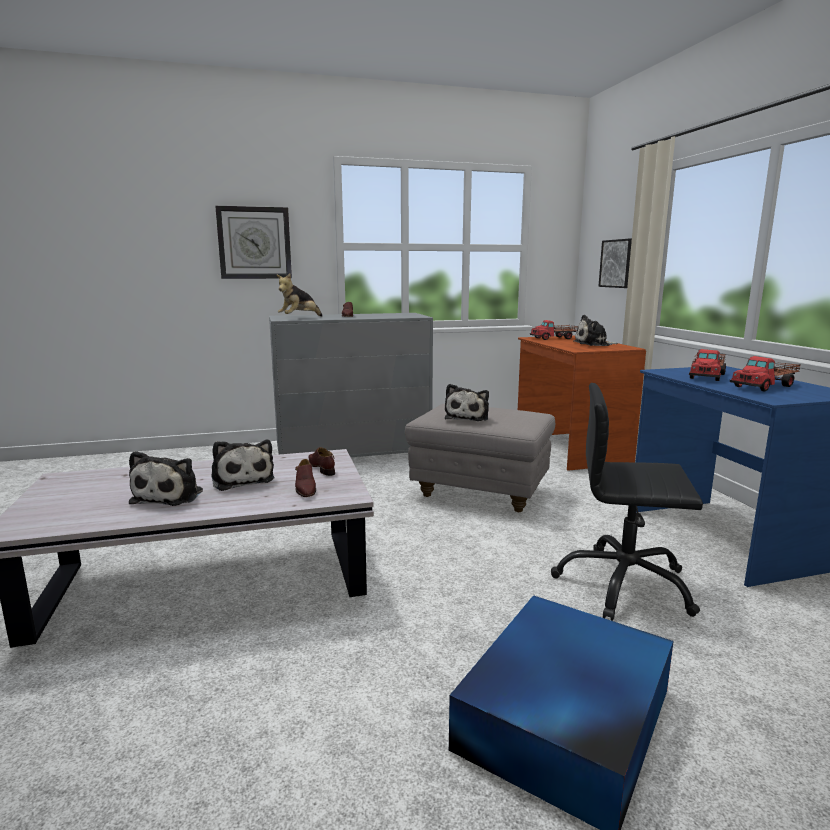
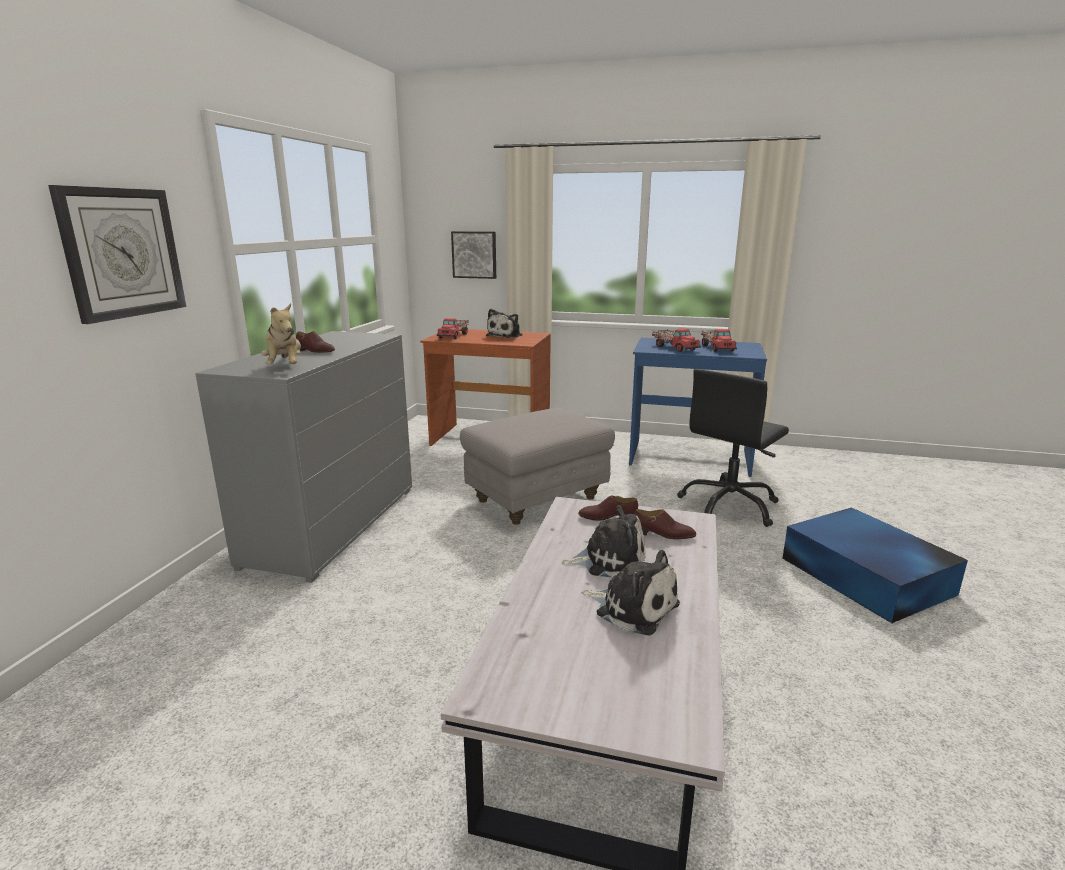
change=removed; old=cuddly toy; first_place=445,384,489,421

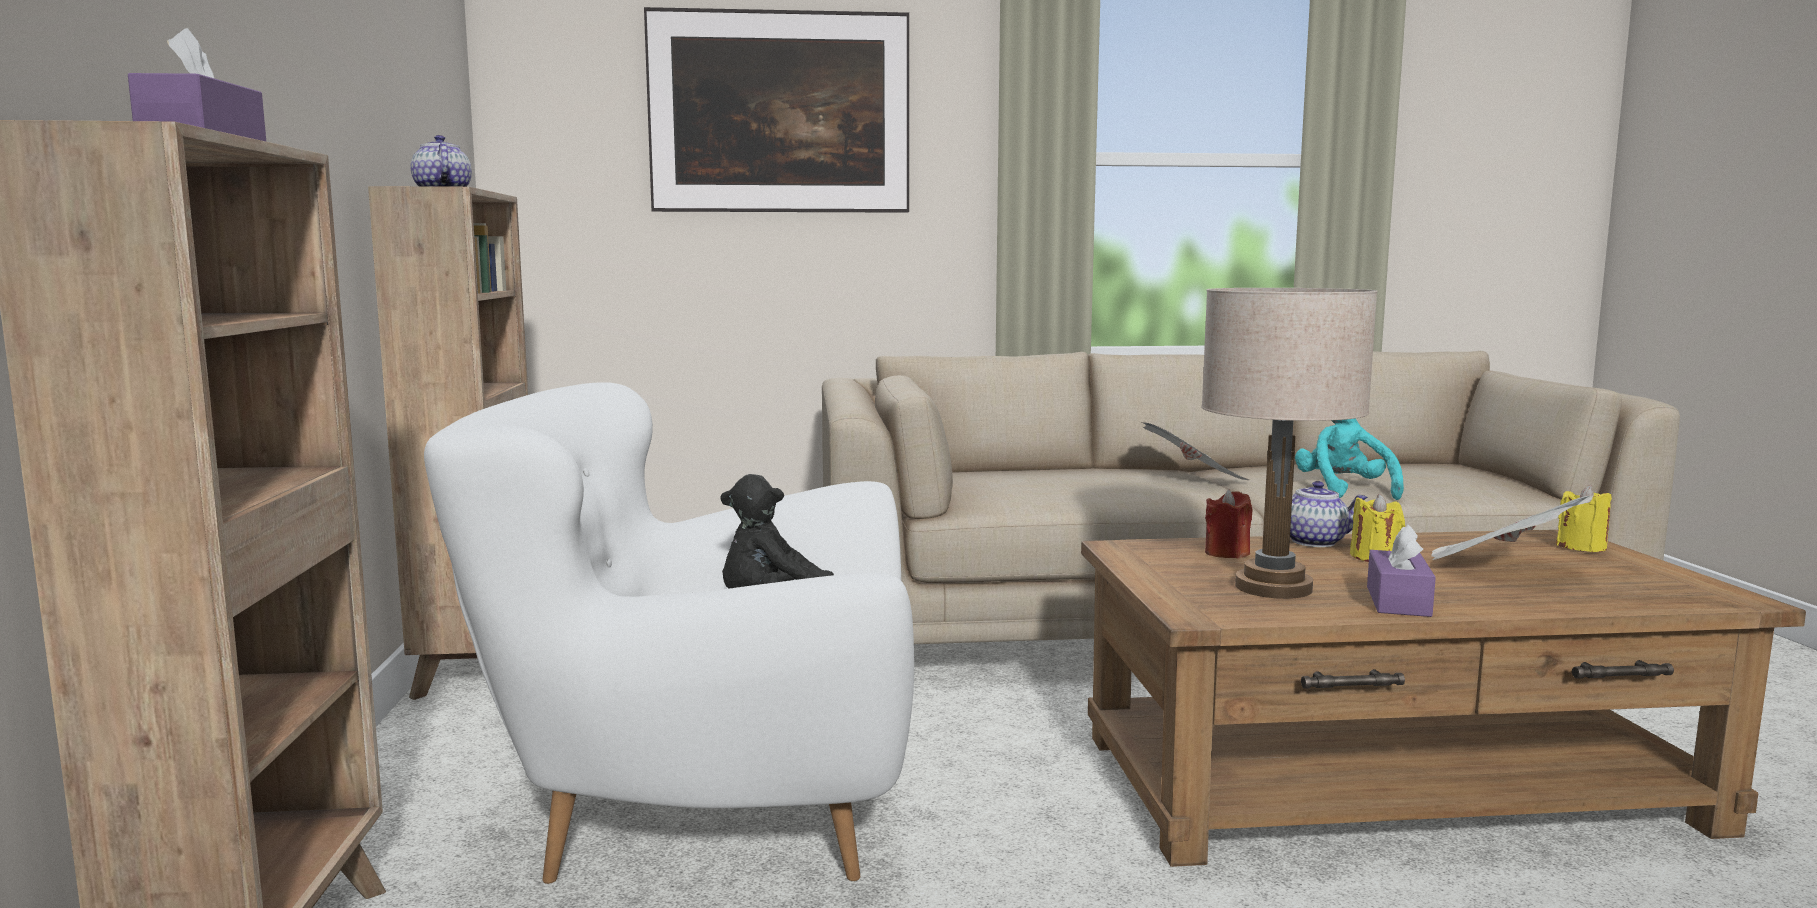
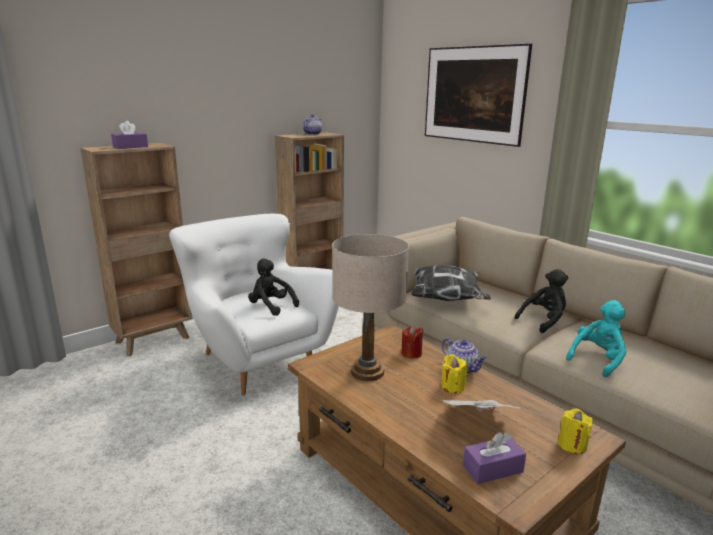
change=replaced; old=printed paper; new=black-coloured cuddly toy; first_place=1142,422,1249,480; second_place=515,269,568,333
change=moved; old=purple tissue box; first_place=1367,525,1436,617; second_place=463,432,526,484
change=added; new=cushion; second_place=410,265,491,301

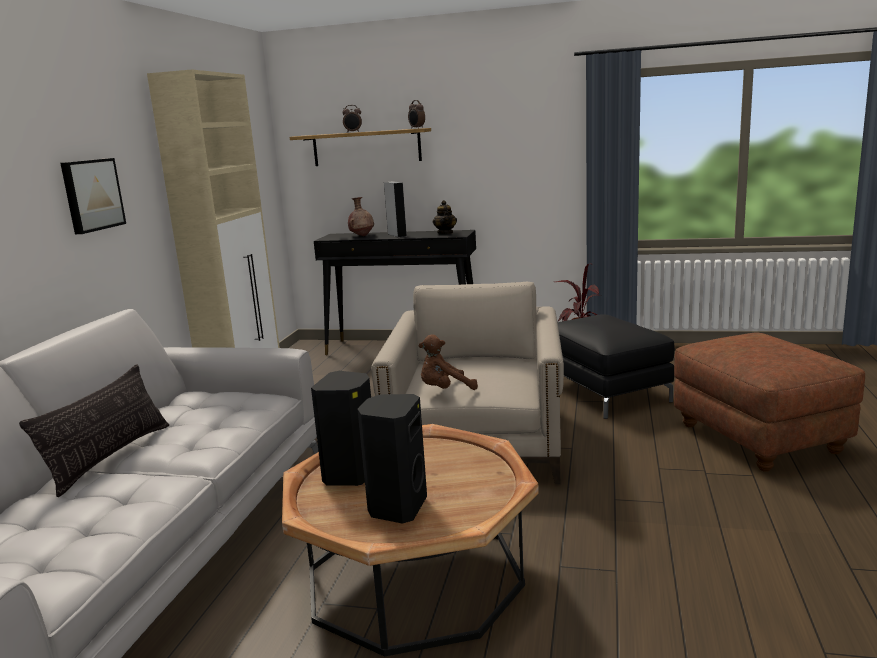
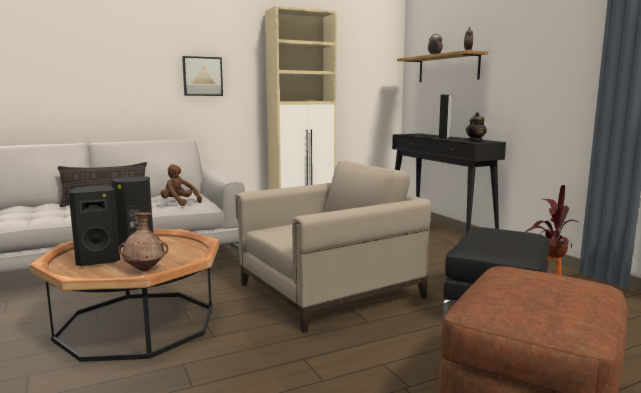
change=moved; old=brown flower vase; first_place=348,197,374,236; second_place=118,212,168,271
change=moved; old=brown cuddly toy; first_place=419,334,478,390; second_place=160,164,202,206

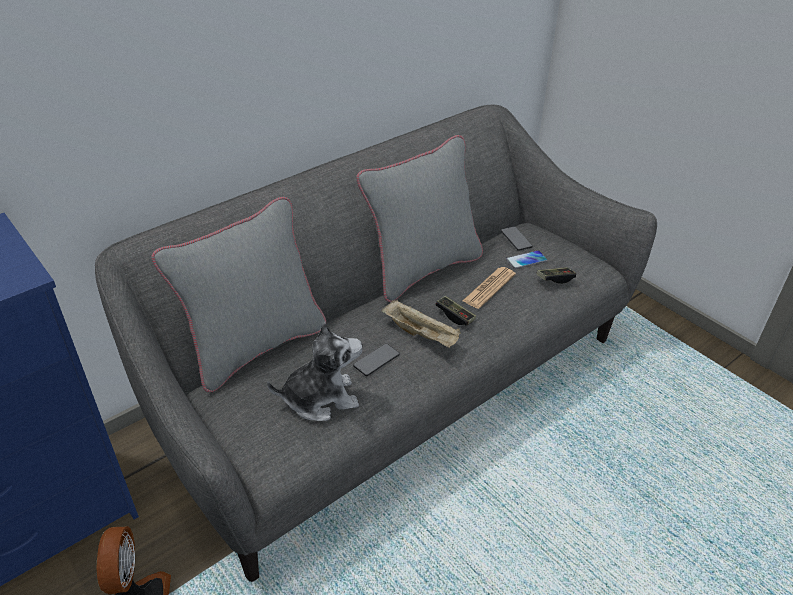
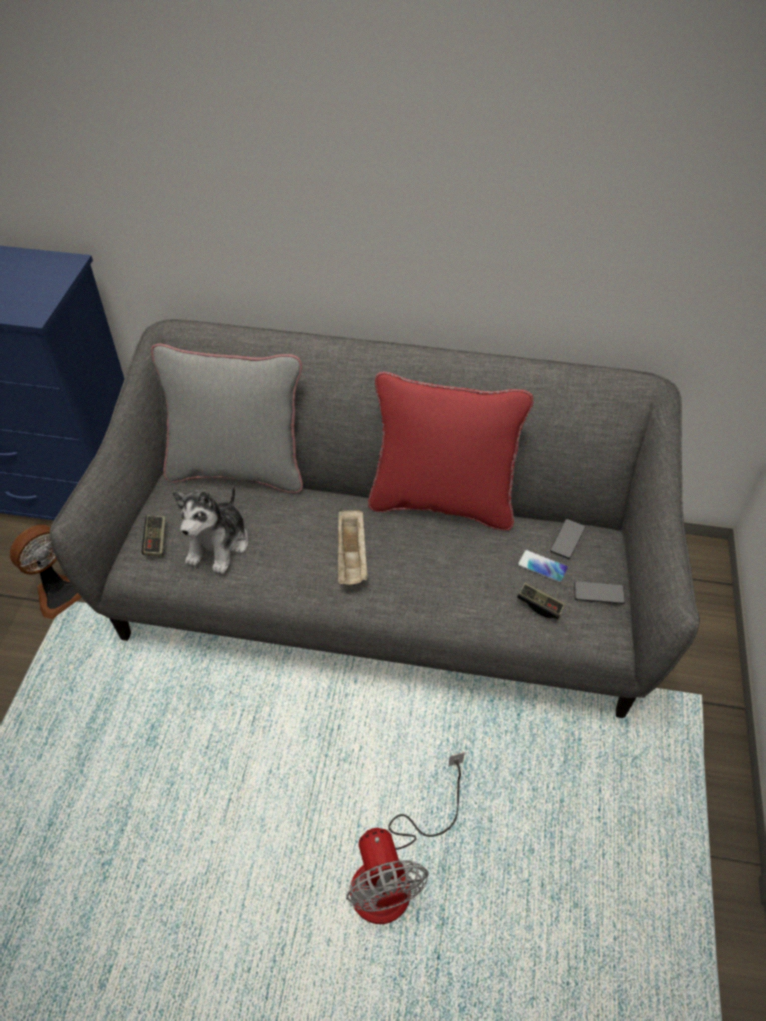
change=turned; old=cuddly toy; first_place=267,321,362,421; second_place=172,486,248,574; degrees=75
change=moved; old=handset; first_place=353,343,400,376; second_place=574,581,625,604
change=recoloured; old=grey cushion; new=red-coloured cushion; first_place=356,135,483,302; second_place=368,371,534,531
change=moved; old=gamepad; first_place=435,296,476,326; second_place=142,515,166,556
change=removed; old=printed paper; first_place=463,267,516,309
change=added; new=electric fan; second_place=346,752,465,924

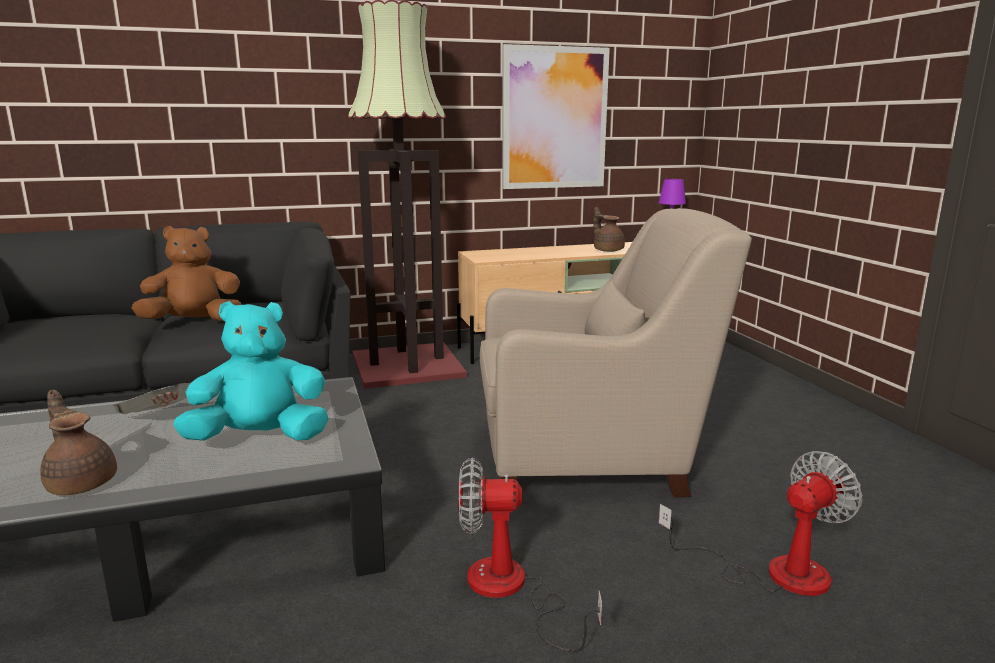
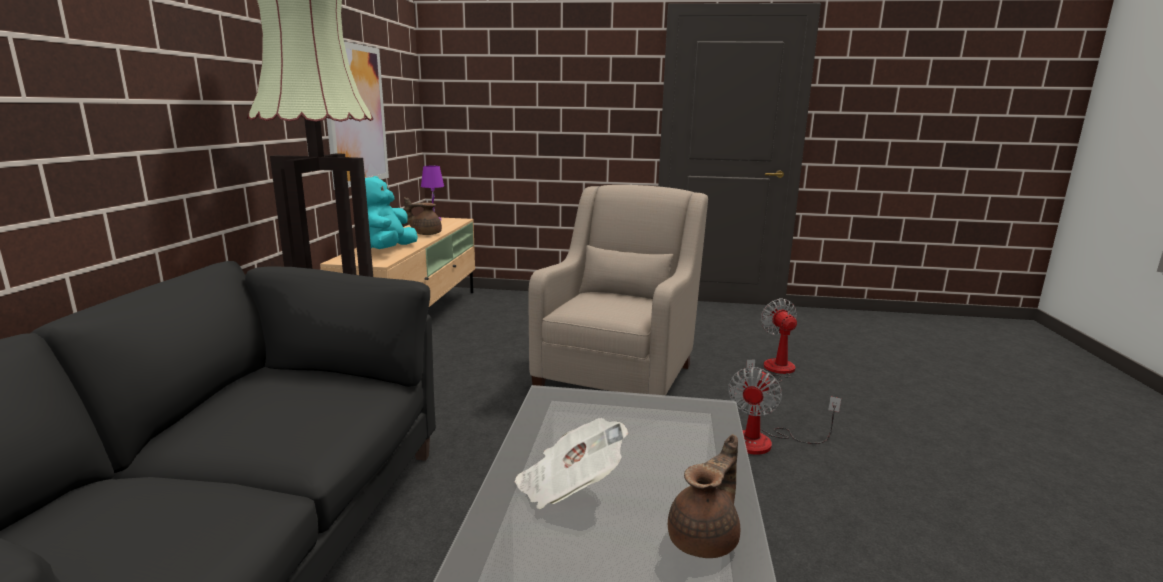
change=turned; old=brown pot for tea; first_place=40,390,117,495; second_place=668,434,741,558; degrees=150
change=removed; old=brown cuddly toy; first_place=132,226,242,321
change=moved; old=turquoise cuddly toy; first_place=173,301,329,441; second_place=365,176,418,249

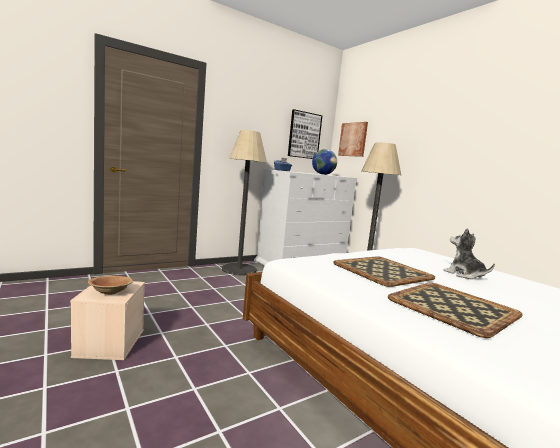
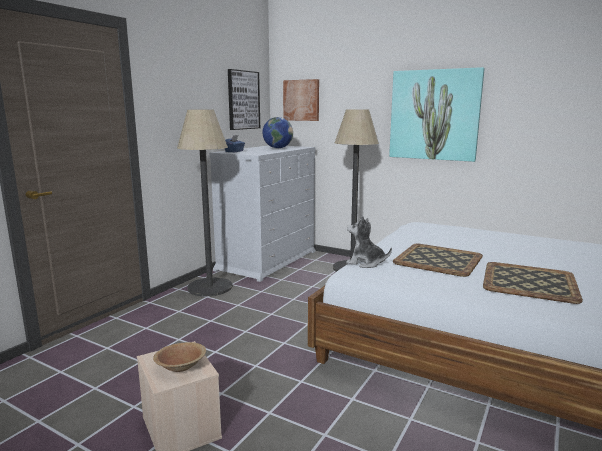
change=moved; old=cuddly toy; first_place=443,228,495,279; second_place=346,216,392,268
change=added; new=wall picture; second_place=389,67,485,162

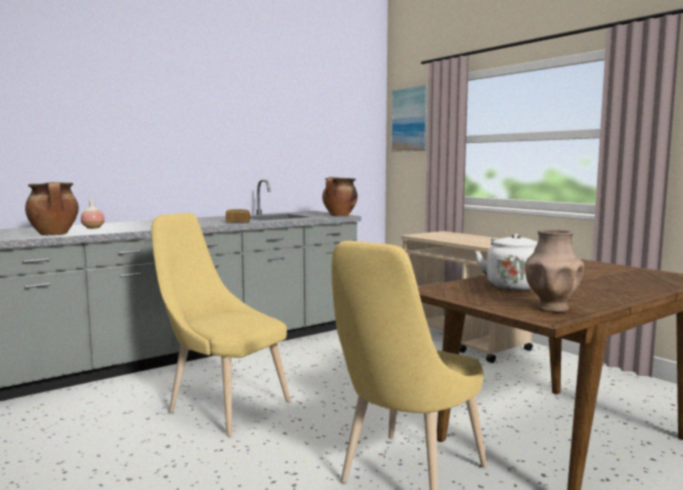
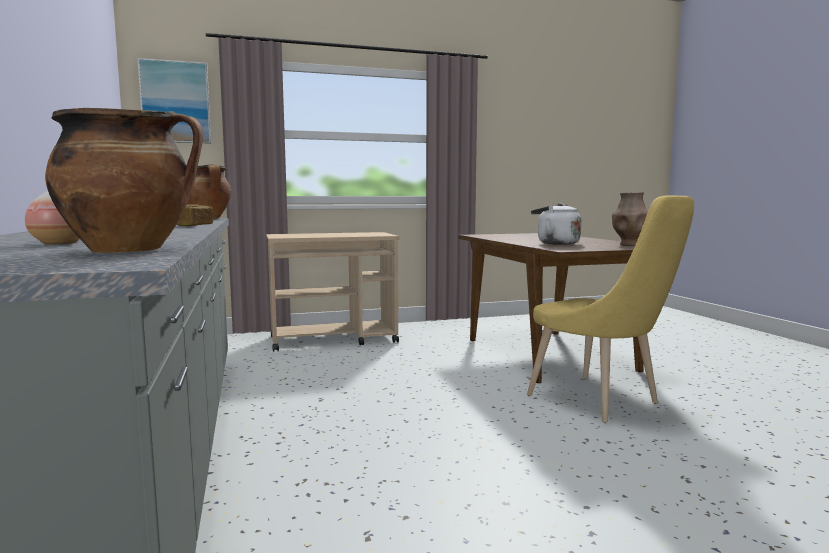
change=removed; old=yellow chair; first_place=151,213,291,436

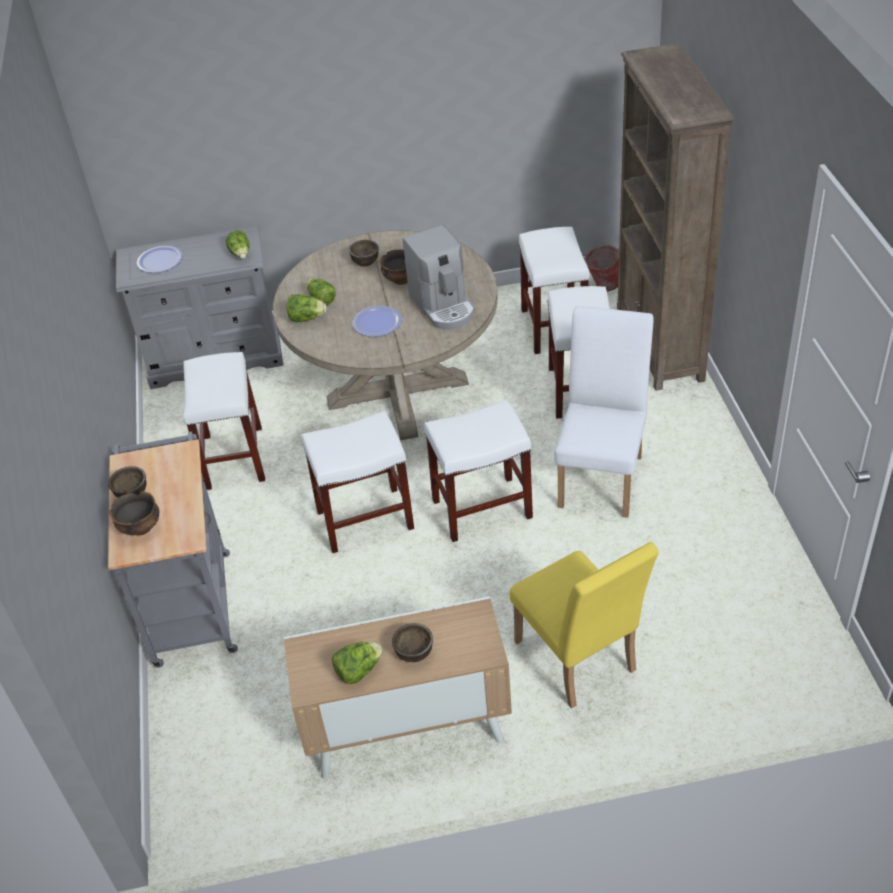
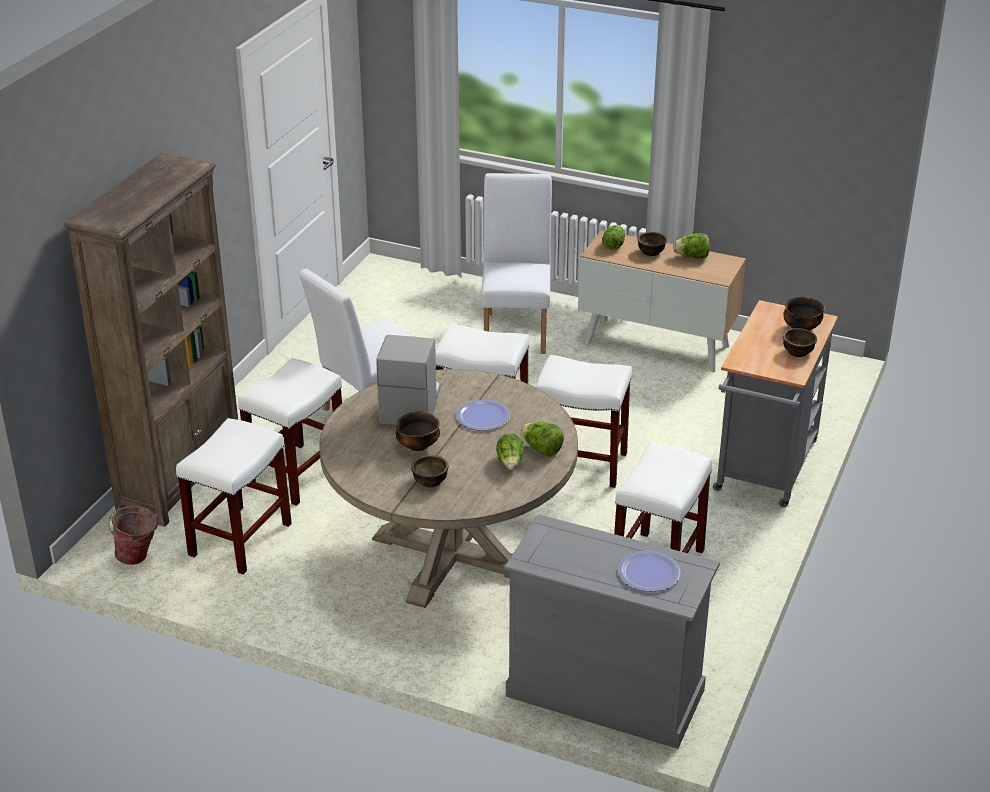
change=moved; old=head of lettuce; first_place=226,230,249,259; second_place=602,225,625,250
change=recoloured; old=yellow chair; new=white-coloured chair; first_place=510,542,659,708; second_place=481,173,552,354

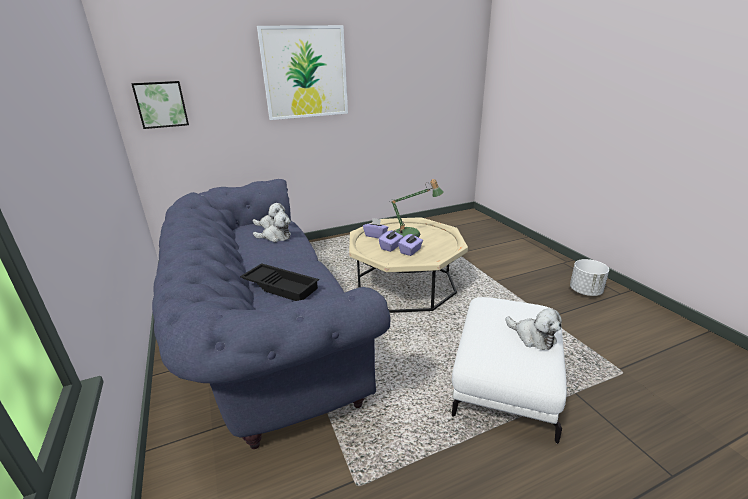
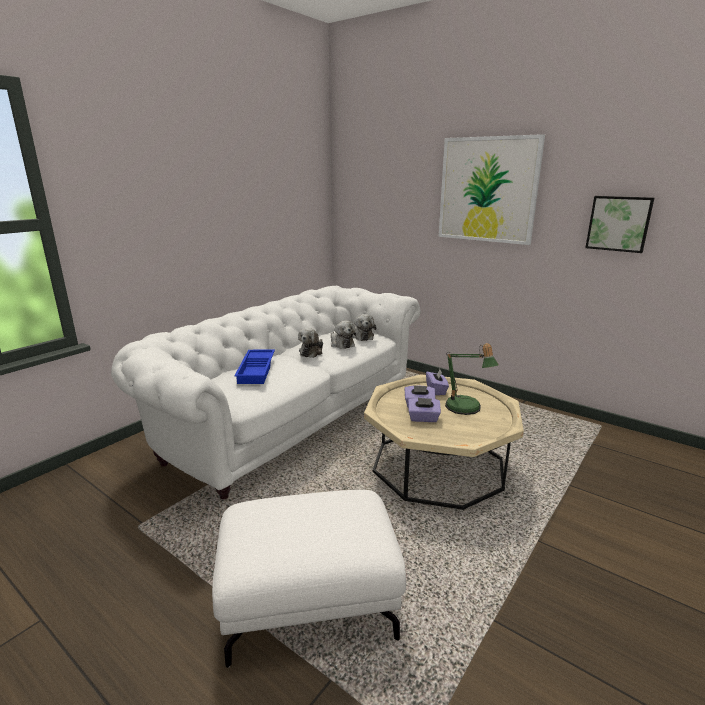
change=moved; old=wall picture; first_place=131,81,189,129; second_place=585,196,654,253
change=recoloured; old=bluish sofa; new=white-coloured sofa; first_place=152,179,391,449; second_place=111,286,420,500
change=recoloured; old=black-coloured carrying tray; new=bluish carrying tray; first_place=240,263,319,301; second_place=234,350,275,384
change=moved; old=cuddly toy; first_place=506,308,562,350; second_place=298,328,323,358
change=removed; old=white-coloured plant pot; first_place=570,259,609,296

